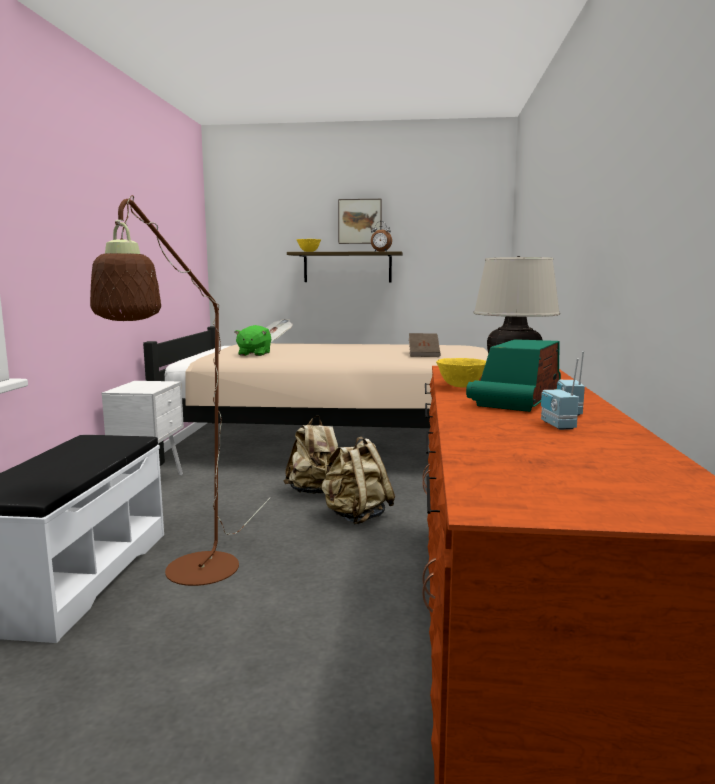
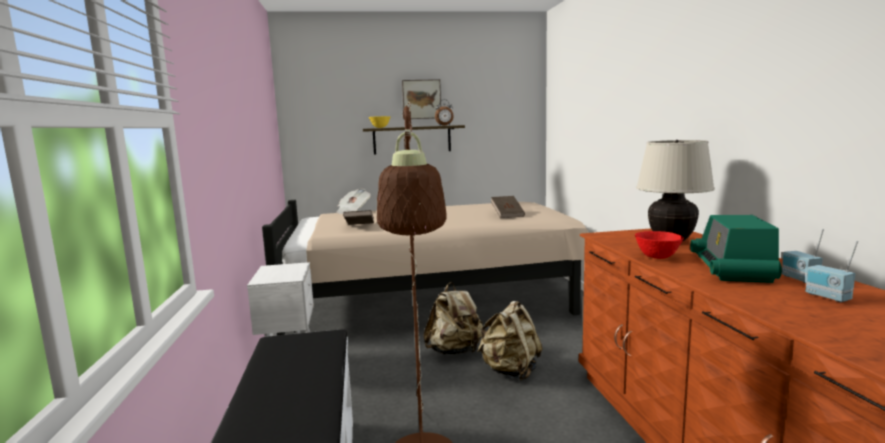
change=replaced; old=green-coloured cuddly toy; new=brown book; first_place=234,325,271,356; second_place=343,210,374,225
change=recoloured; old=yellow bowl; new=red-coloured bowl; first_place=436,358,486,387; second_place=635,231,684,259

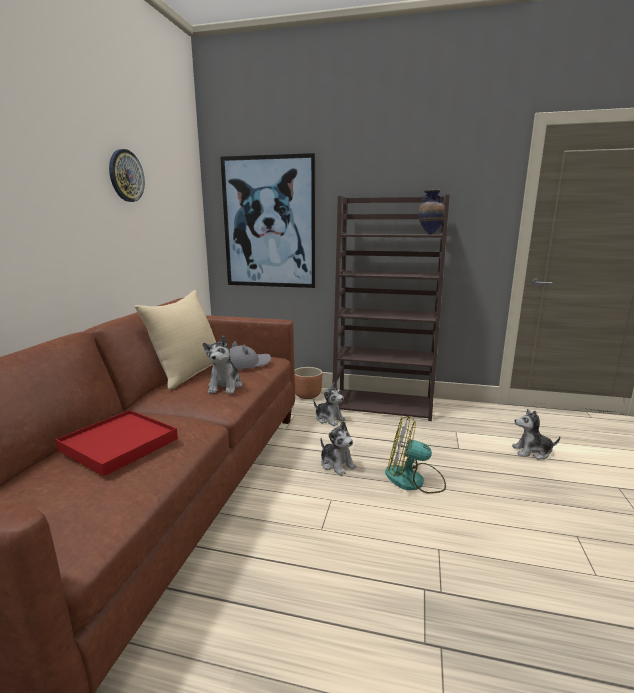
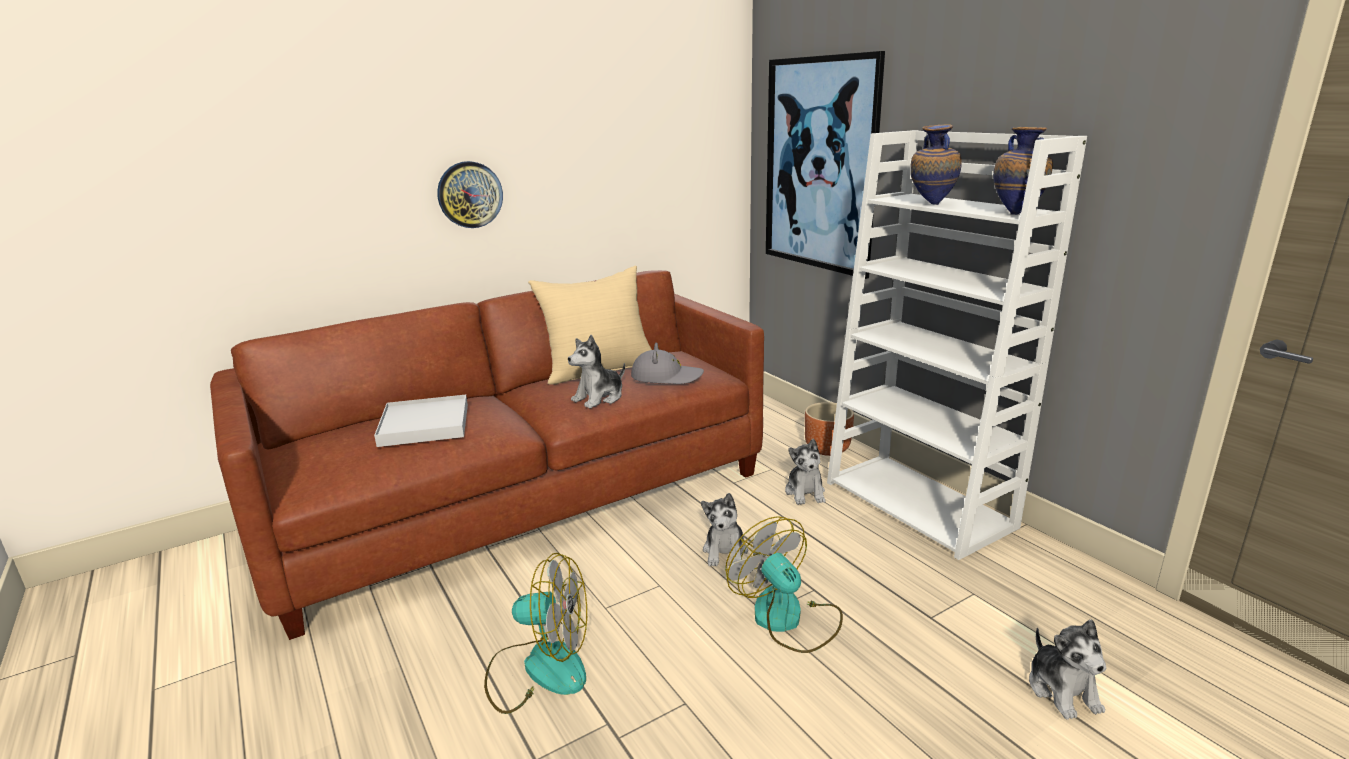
change=recoloured; old=red-coloured carrying tray; new=white-coloured carrying tray; first_place=55,410,178,476; second_place=374,395,468,447
change=moved; old=wall clock; first_place=109,149,145,202; second_place=437,161,503,228
change=recoloured; old=brown shelving unit; new=white-coloured shelving unit; first_place=332,194,450,421; second_place=827,130,1087,560
change=turned; old=cuddly toy; first_place=512,409,560,459; second_place=1029,619,1106,720; degrees=-150
change=added; new=electric fan; second_place=484,553,587,714
change=added; new=flower vase; second_place=910,124,962,205

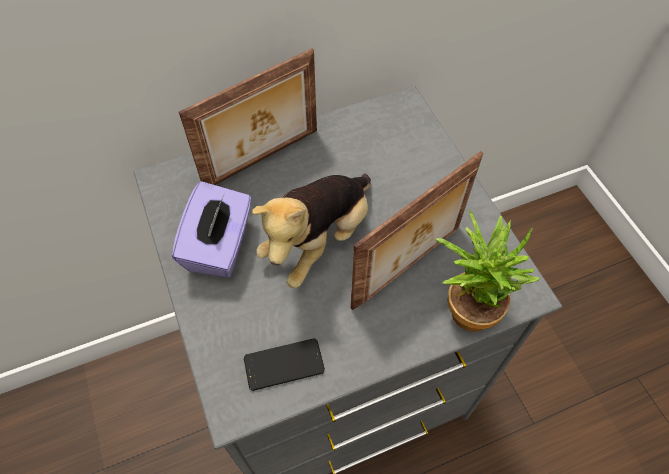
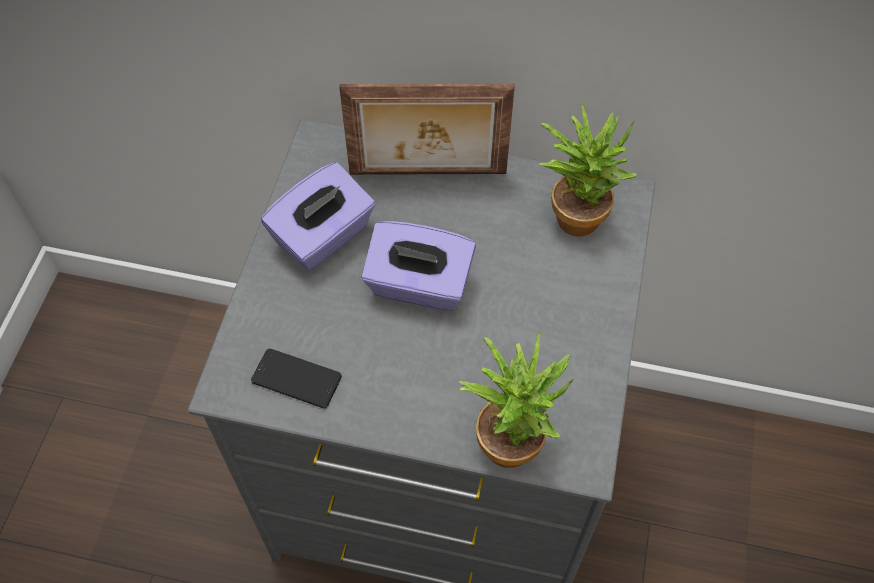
change=replaced; old=cuddly toy; new=purple tissue box; first_place=252,174,371,288; second_place=362,221,476,311
change=removed; old=standing frame; first_place=350,151,483,310
change=added; new=houseplant; second_place=540,102,637,237

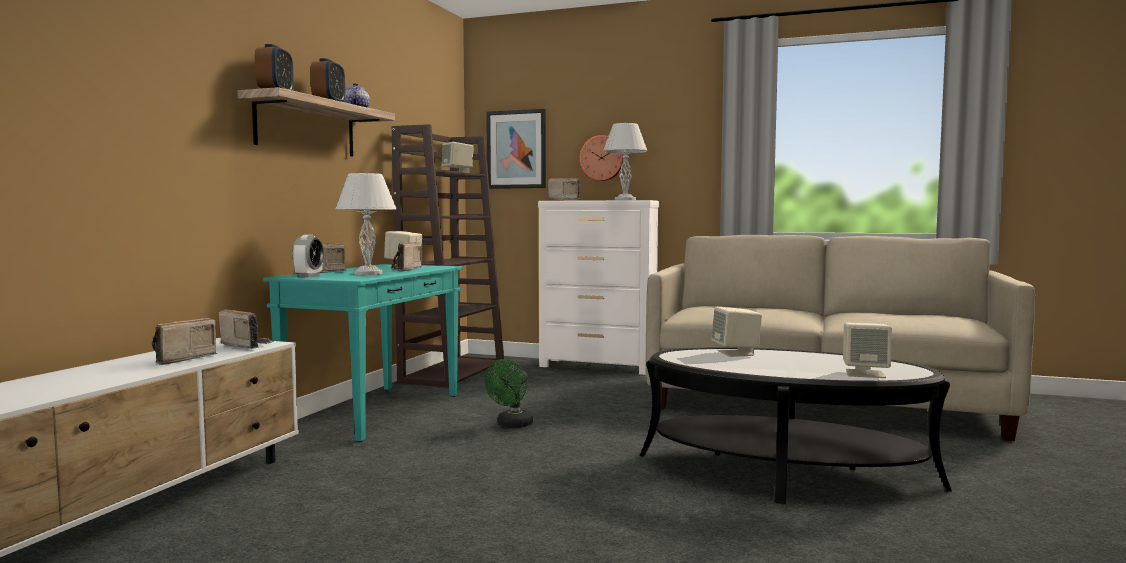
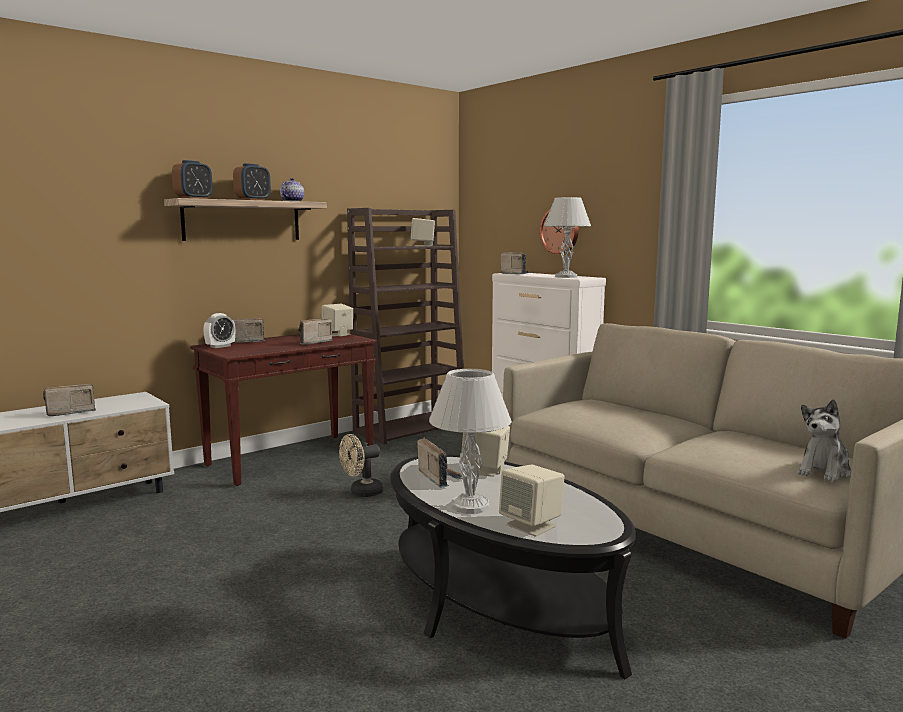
change=moved; old=radio set; first_place=219,309,274,349; second_place=417,438,462,488
change=recoloured; old=turquoise hall table; new=brown hall table; first_place=263,264,463,442; second_place=190,331,377,486
change=moved; old=white-coloured lamp for a table; first_place=335,173,396,275; second_place=429,369,512,514
change=recoloured; old=green-coloured electric fan; new=sand-coloured electric fan; first_place=485,359,533,428; second_place=339,434,383,497
change=removed; old=wall picture; first_place=486,109,546,189
change=added; new=cuddly toy; second_place=797,399,851,482

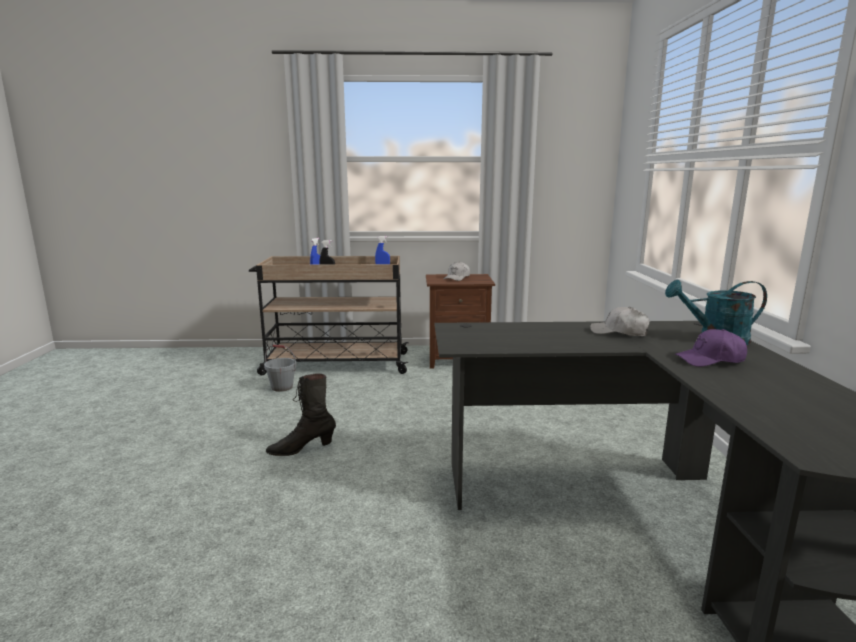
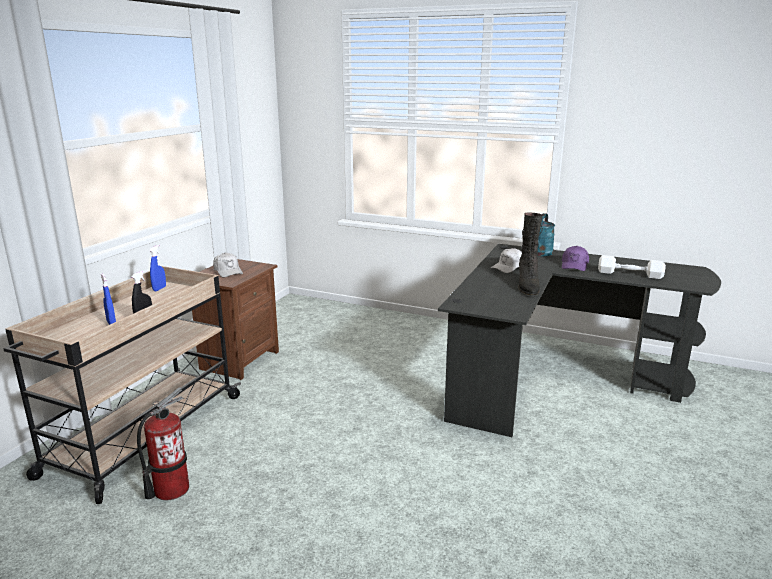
change=replaced; old=grey bucket; new=fire extinguisher; first_place=264,345,297,392; second_place=137,387,189,500
change=moved; old=black-coloured boot; first_place=266,374,336,456; second_place=518,212,543,295
change=added; new=white-coloured dumbbell; second_place=598,255,666,279

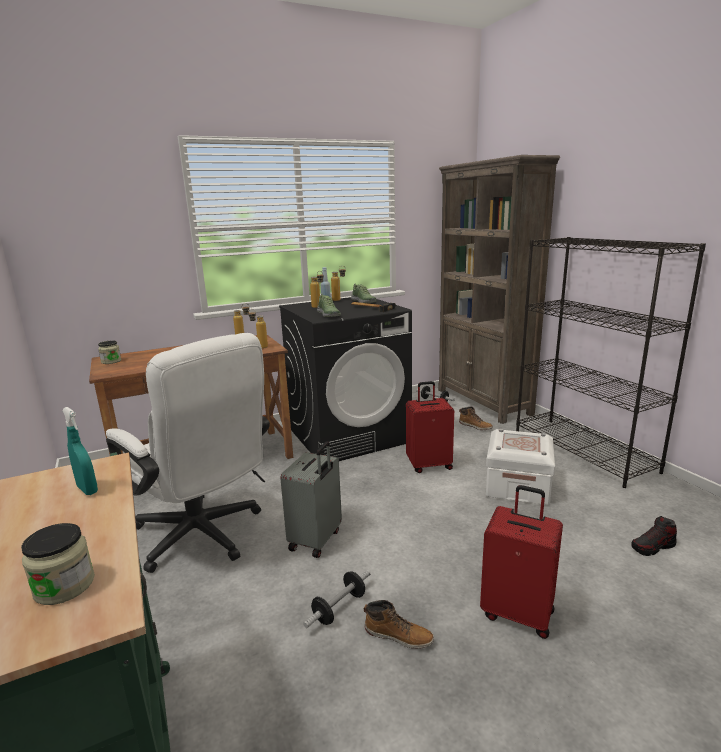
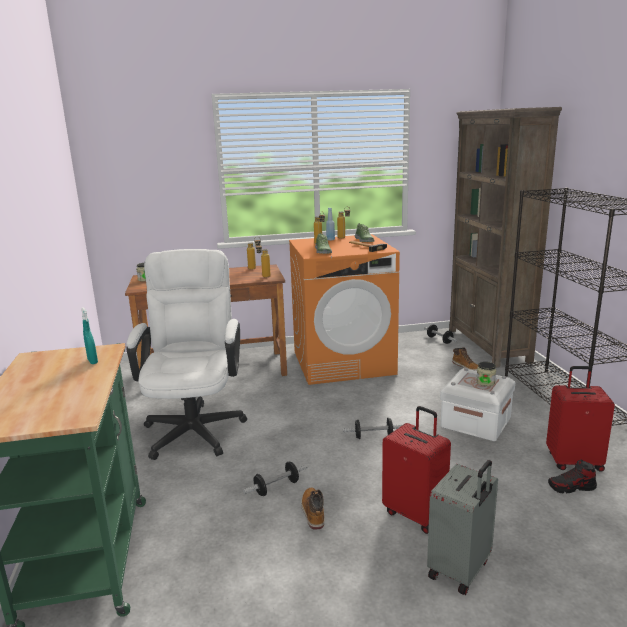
change=moved; old=jar; first_place=21,523,95,605; second_place=476,362,496,386
change=turned; old=white-coloured desk chair; first_place=106,333,270,573; second_place=127,249,247,460; degrees=-150
change=recoloured; old=black-coloured laundry appliance; new=orangey laundry appliance; first_place=279,297,412,461; second_place=289,234,400,385
change=moved; old=grey piece of luggage; first_place=280,441,342,558; second_place=427,460,498,595
change=turned; old=boot; first_place=363,600,434,649; second_place=301,488,324,530; degrees=-135
change=moved; old=red-coloured piece of luggage; first_place=406,381,454,473; second_place=546,366,615,472
change=added; new=dumbbell; second_place=343,418,404,439

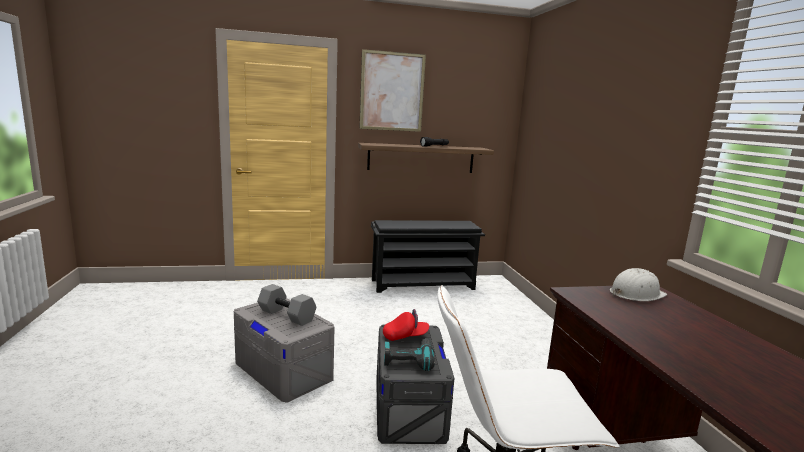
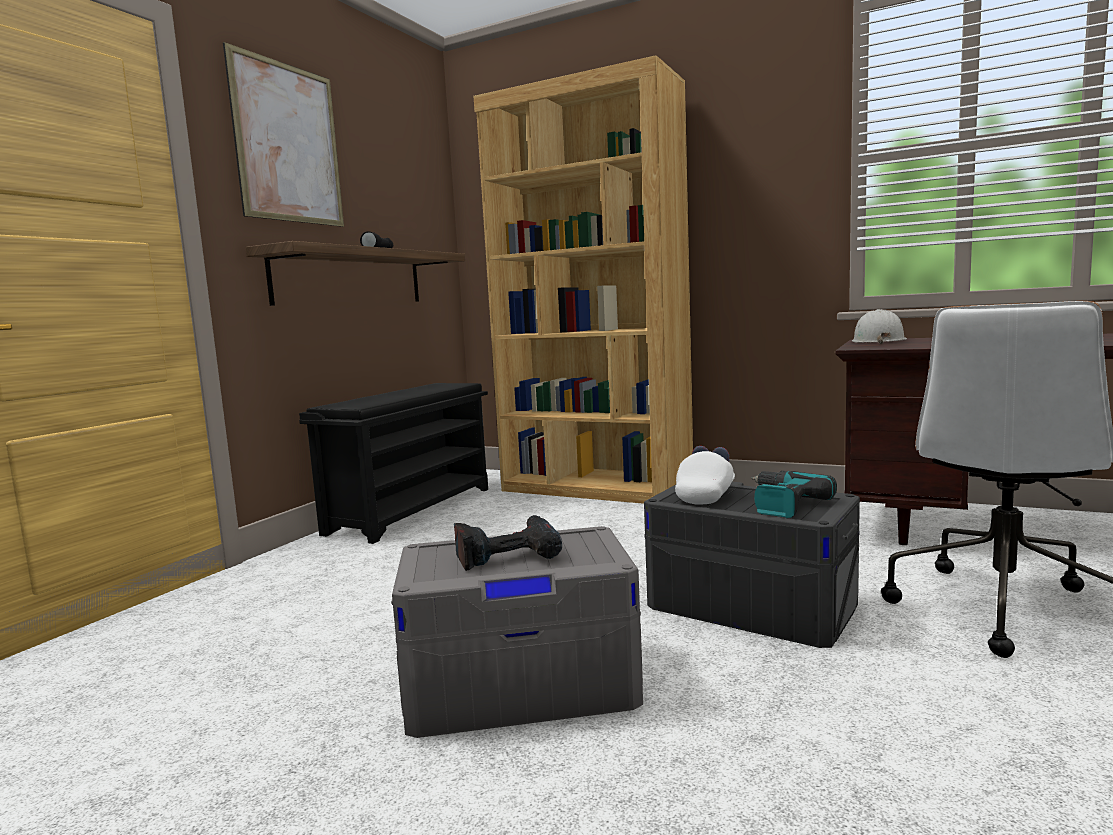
change=replaced; old=grey dumbbell; new=drill; first_place=257,284,316,326; second_place=454,515,562,571
change=recoloured; old=red-coloured cap; new=white-coloured cap; first_place=383,309,430,341; second_place=675,446,735,505
change=added; new=brown shelving unit; second_place=473,55,693,504

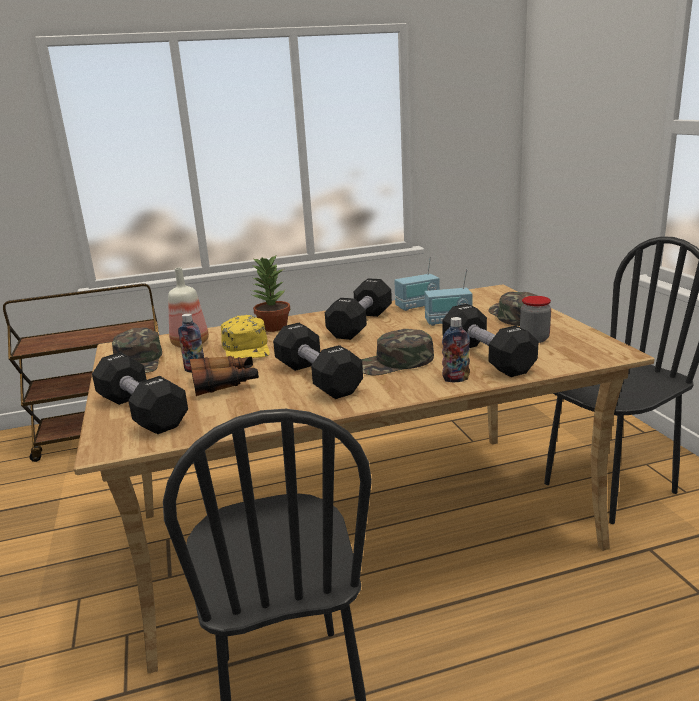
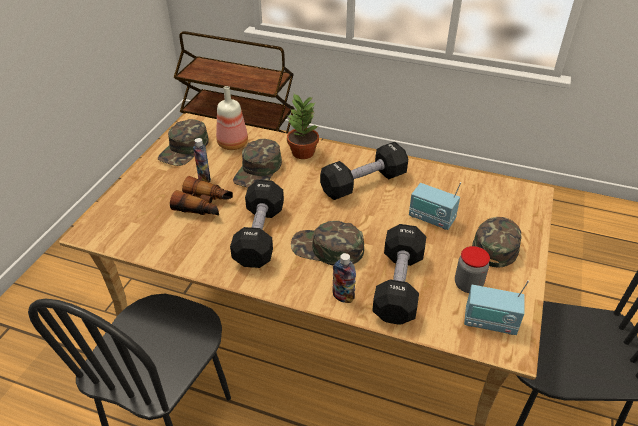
change=removed; old=black-coloured dumbbell; first_place=92,352,188,434
change=recoloured; old=yellow cap; new=green-coloured cap; first_place=221,315,270,358; second_place=233,139,282,188
change=moved; old=radio set; first_place=394,256,440,311; second_place=464,280,529,335

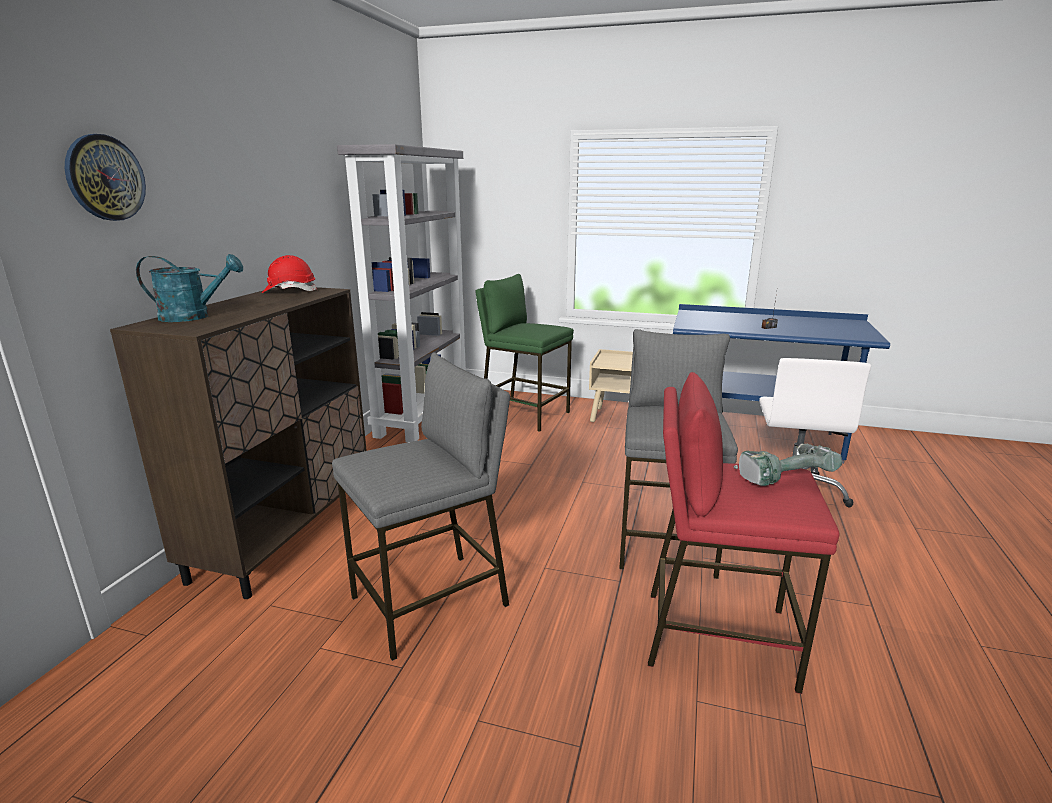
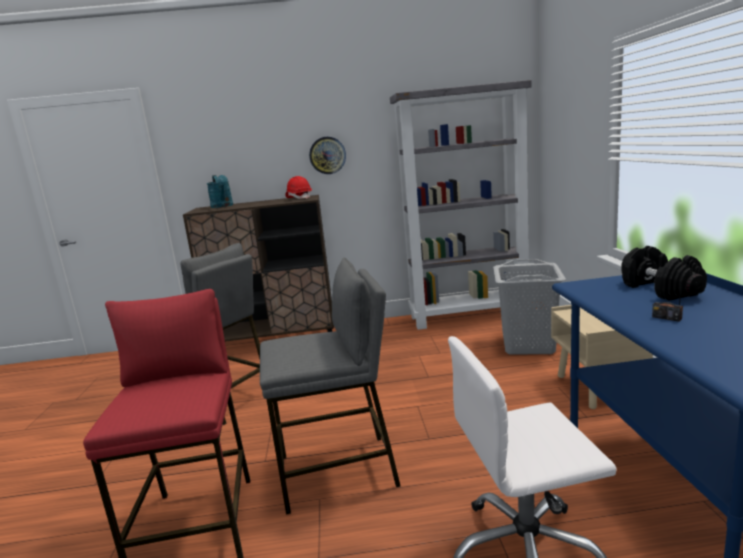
change=moved; old=wall clock; first_place=65,134,146,221; second_place=309,137,346,174
change=replaced; old=green-coloured sitting stool; new=grey hamper; first_place=475,274,574,432; second_place=493,259,566,355
change=removed; old=drill; first_place=734,444,842,486
change=added; new=black-coloured dumbbell; second_place=621,246,707,301

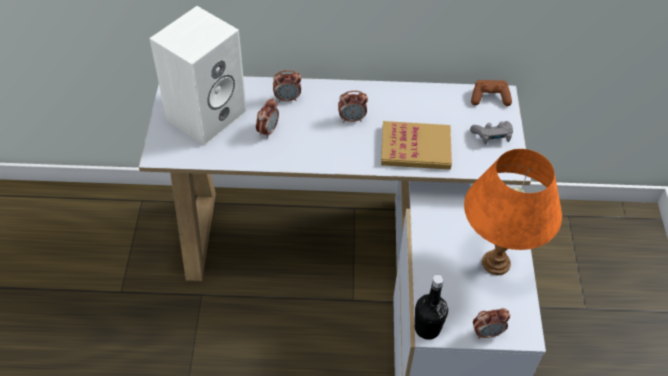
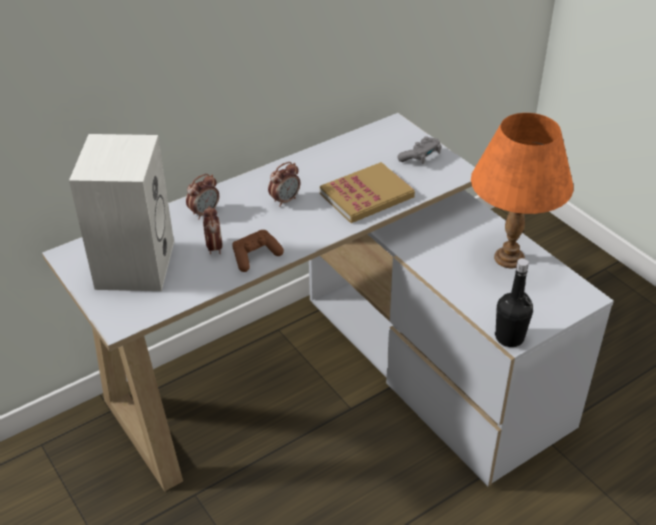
change=moved; old=brown gamepad; first_place=471,80,512,106; second_place=232,230,284,272
change=removed; old=bedside clock; first_place=473,308,510,339

